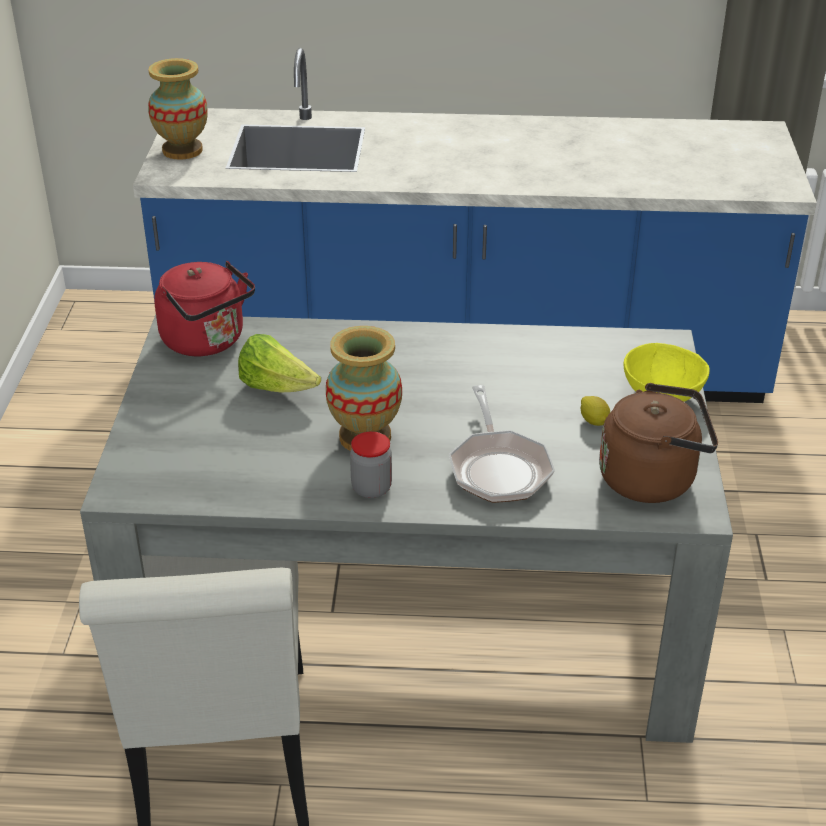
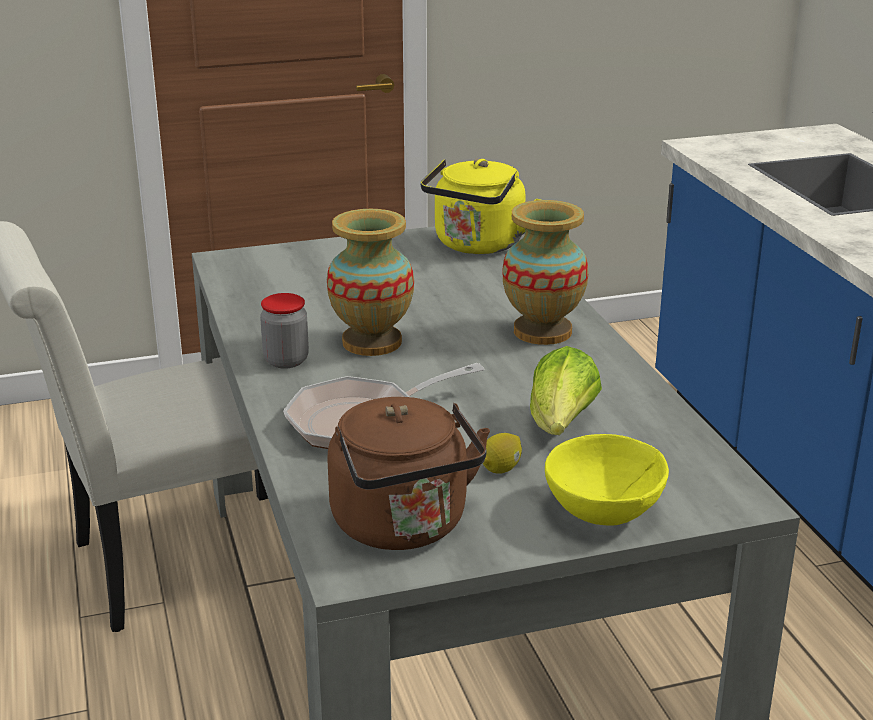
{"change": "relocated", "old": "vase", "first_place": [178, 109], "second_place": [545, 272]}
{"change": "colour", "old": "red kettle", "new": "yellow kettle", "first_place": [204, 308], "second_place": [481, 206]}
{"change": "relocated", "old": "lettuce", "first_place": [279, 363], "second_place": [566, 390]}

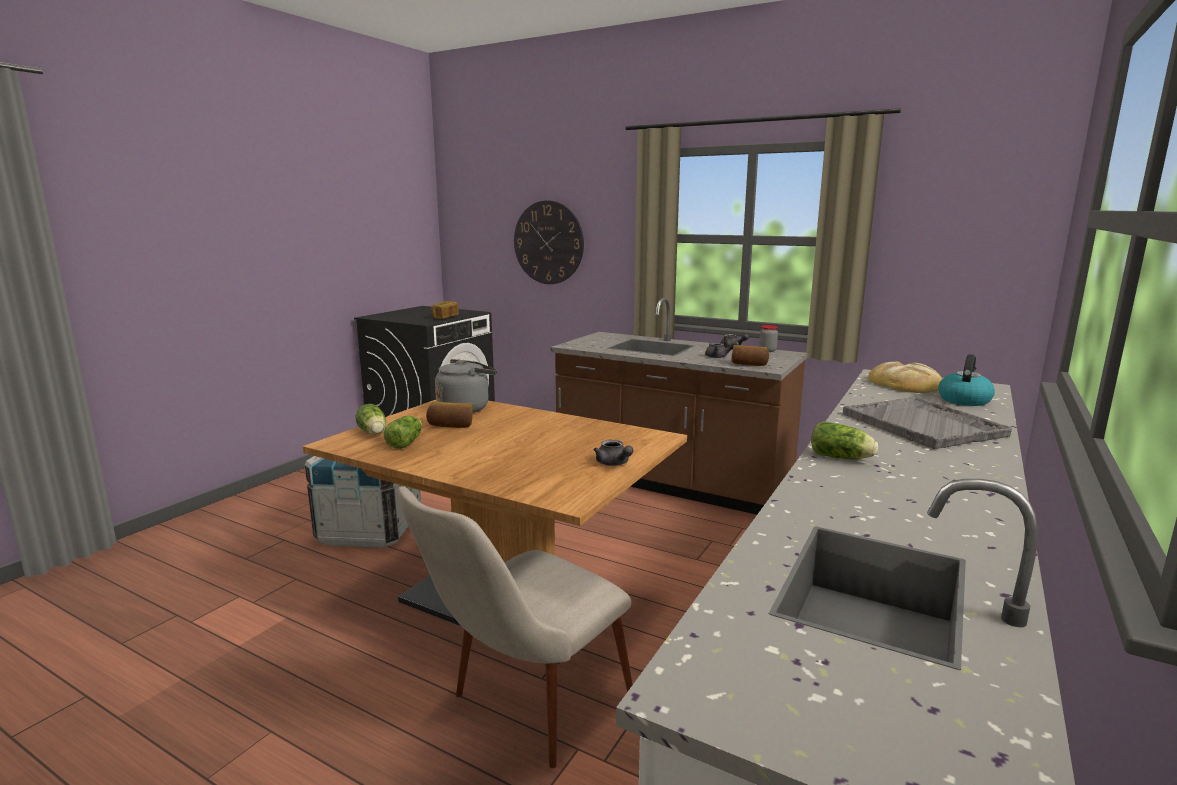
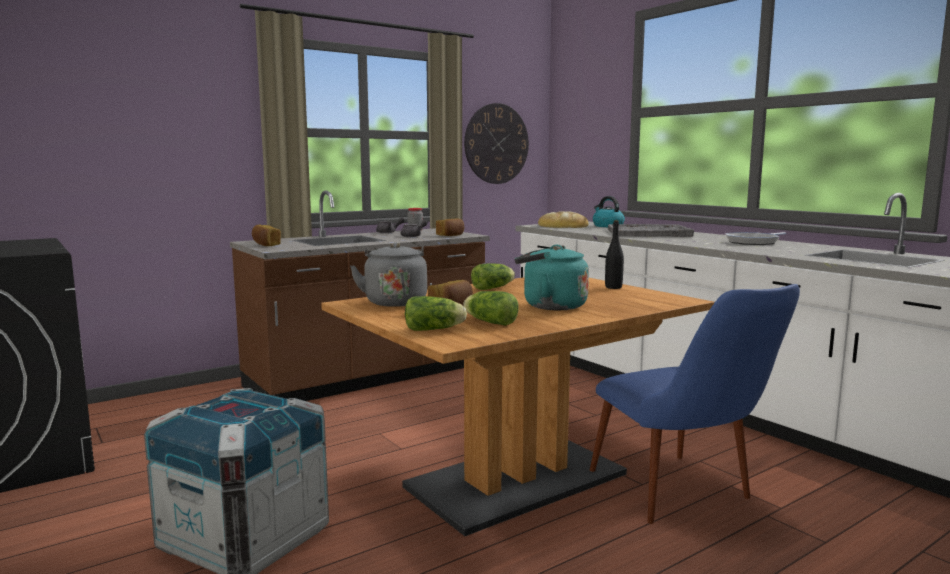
{"change": "relocated", "old": "wall clock", "first_place": [549, 242], "second_place": [496, 143]}
{"change": "relocated", "old": "bread", "first_place": [445, 310], "second_place": [266, 235]}
{"change": "relocated", "old": "lettuce", "first_place": [844, 440], "second_place": [493, 276]}
{"change": "exchanged", "old": "grey teapot", "new": "black bottle", "first_place": [613, 453], "second_place": [614, 254]}
{"change": "colour", "old": "beige chair", "new": "blue chair", "first_place": [515, 627], "second_place": [695, 404]}
{"change": "appeared", "new": "frying pan", "second_place": [755, 238]}
{"change": "appeared", "new": "turquoise kettle", "second_place": [552, 277]}

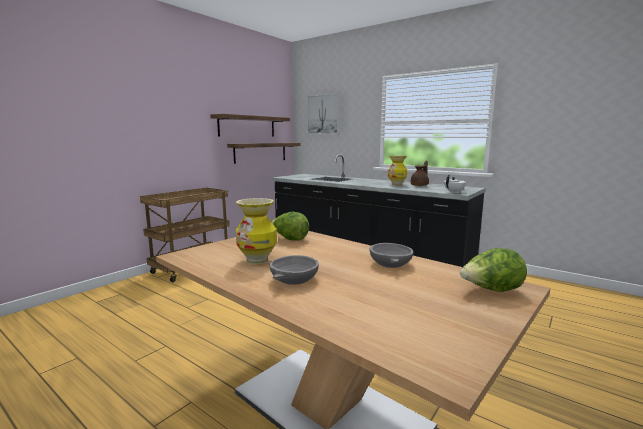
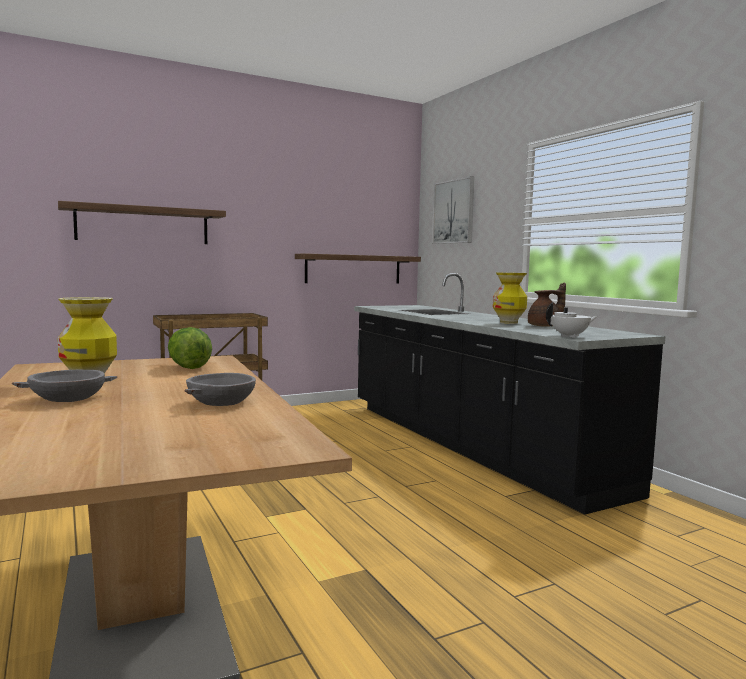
{"change": "relocated", "old": "shelf", "first_place": [250, 125], "second_place": [142, 222]}
{"change": "missing", "old": "lettuce", "first_place": [493, 270]}

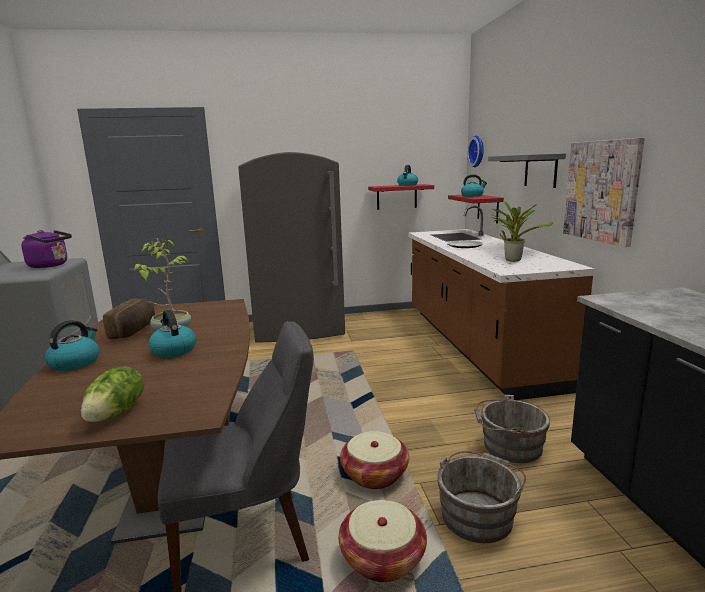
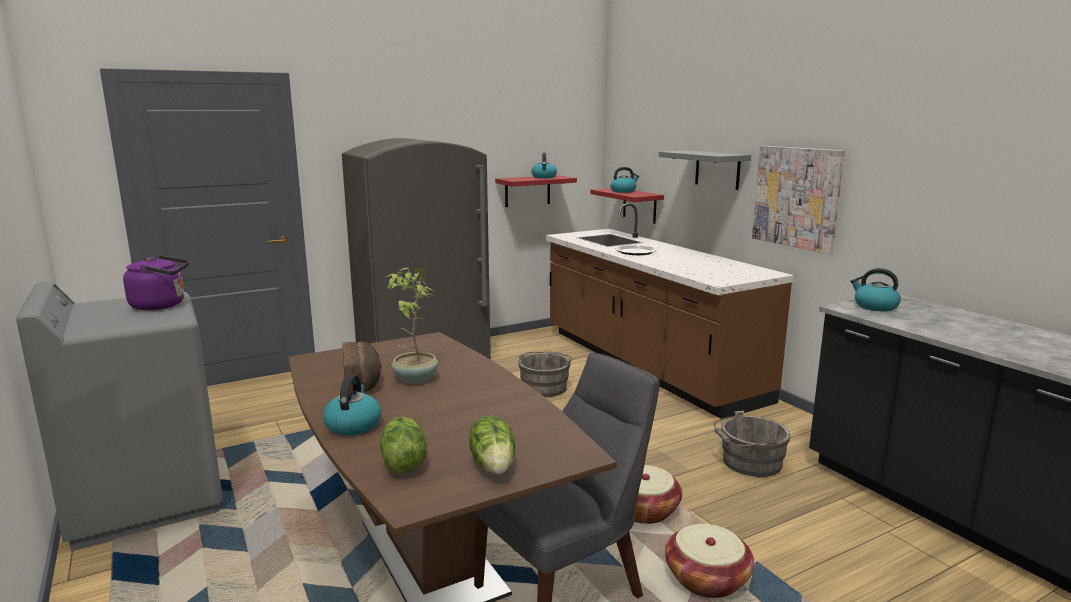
{"change": "missing", "old": "wall clock", "first_place": [475, 151]}
{"change": "missing", "old": "potted plant", "first_place": [522, 231]}
{"change": "relocated", "old": "kettle", "first_place": [172, 334], "second_place": [875, 290]}
{"change": "relocated", "old": "grey bucket", "first_place": [481, 497], "second_place": [545, 374]}
{"change": "appeared", "new": "lettuce", "second_place": [403, 445]}

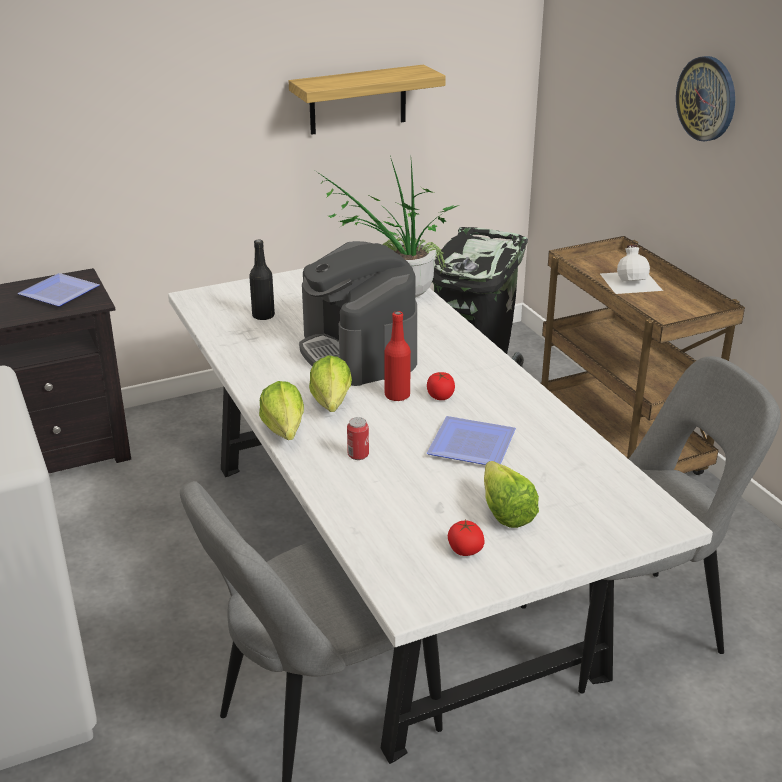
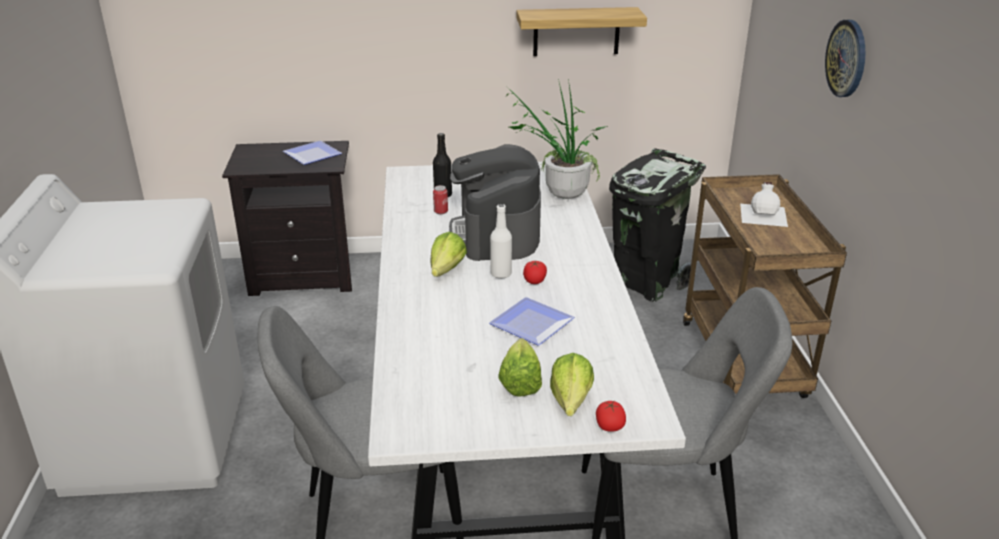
{"change": "colour", "old": "red bottle", "new": "white bottle", "first_place": [397, 356], "second_place": [501, 241]}
{"change": "relocated", "old": "lettuce", "first_place": [281, 410], "second_place": [572, 384]}
{"change": "relocated", "old": "can", "first_place": [358, 438], "second_place": [440, 199]}
{"change": "relocated", "old": "tomato", "first_place": [466, 538], "second_place": [611, 416]}

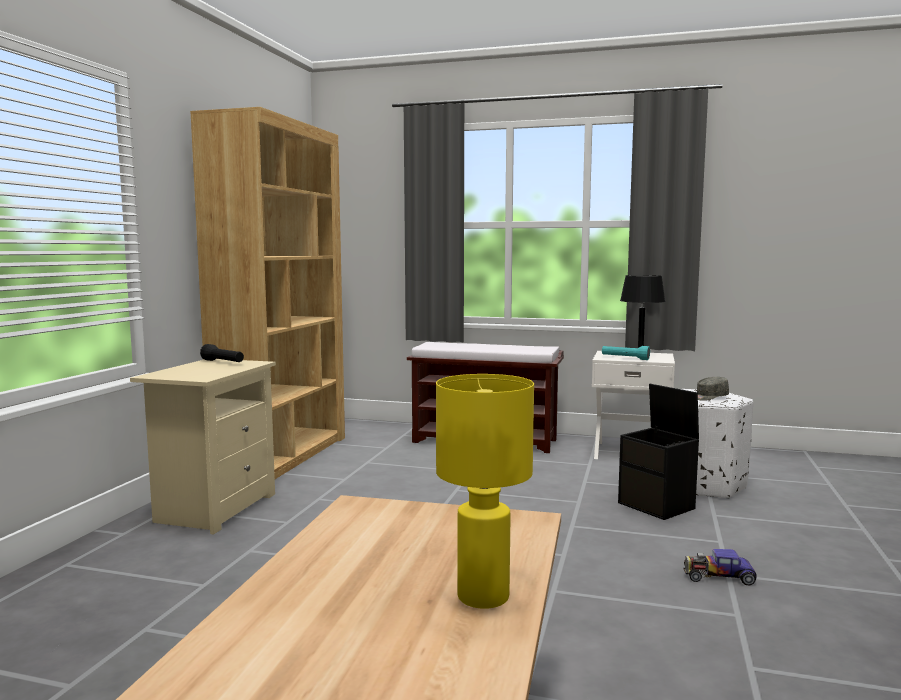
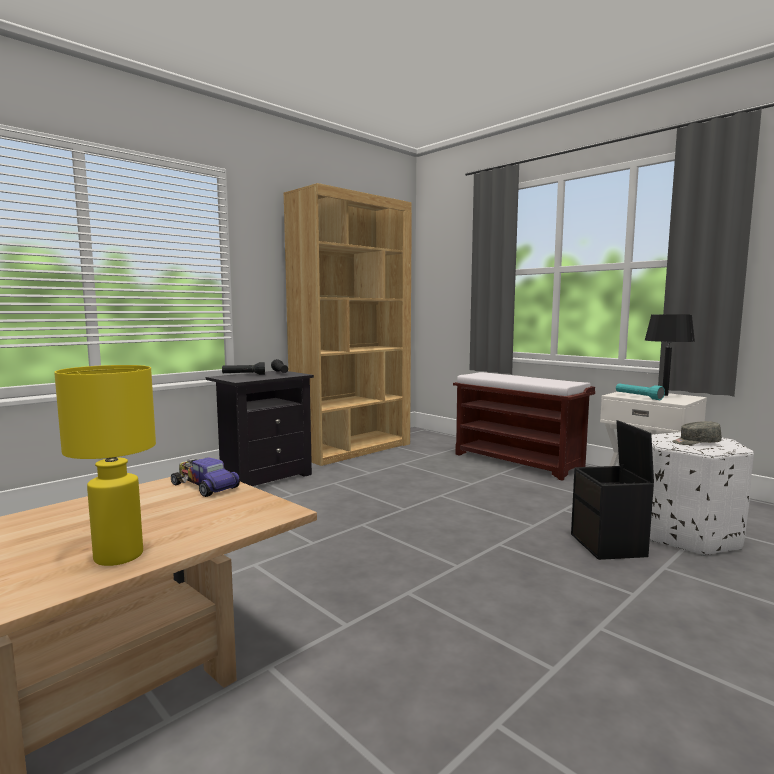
{"change": "colour", "old": "beige nightstand", "new": "black nightstand", "first_place": [203, 446], "second_place": [260, 428]}
{"change": "relocated", "old": "toy car", "first_place": [720, 567], "second_place": [205, 477]}
{"change": "appeared", "new": "black flashlight", "second_place": [243, 368]}

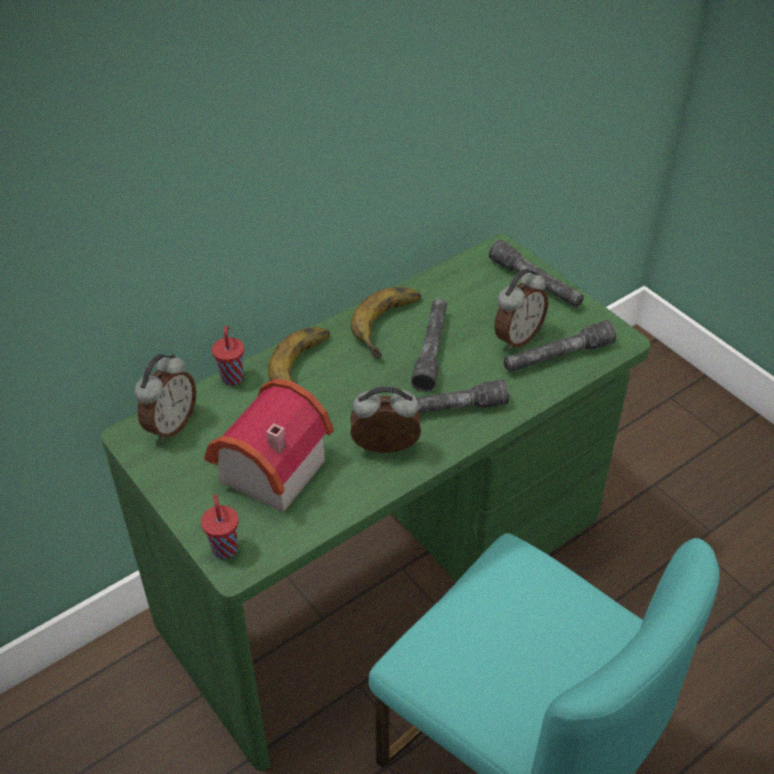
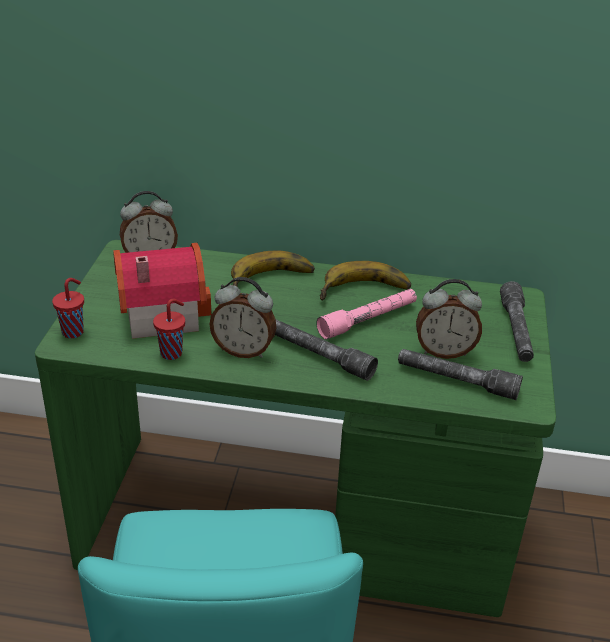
{"change": "colour", "old": "grey flashlight", "new": "pink flashlight", "first_place": [429, 345], "second_place": [367, 314]}
{"change": "relocated", "old": "red cup", "first_place": [228, 356], "second_place": [169, 329]}
{"change": "spun", "old": "alarm clock", "first_place": [385, 419], "second_place": [243, 317], "degrees": 150}

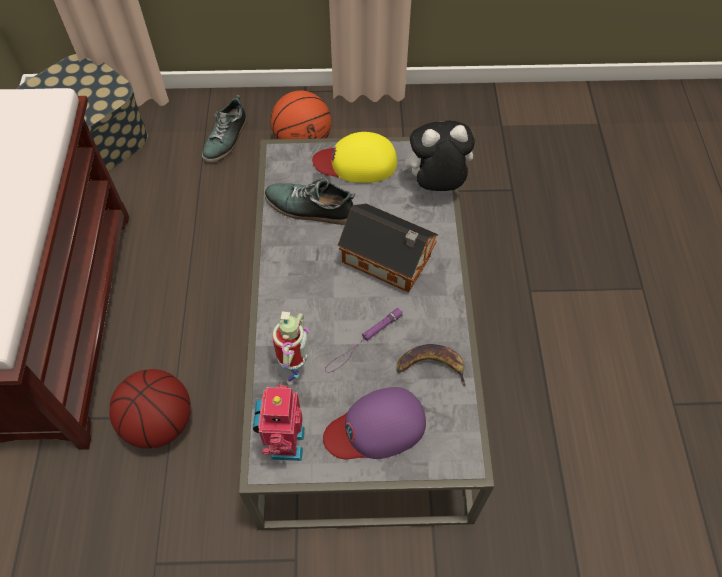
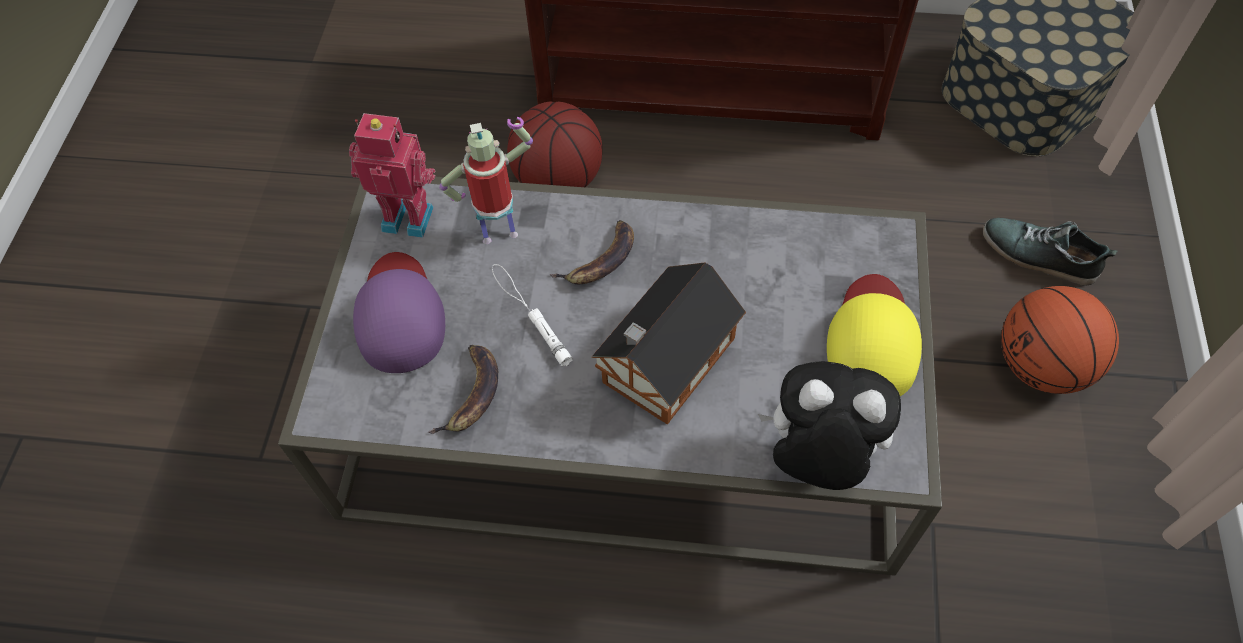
{"change": "spun", "old": "plush toy", "first_place": [437, 155], "second_place": [829, 425], "degrees": -75}
{"change": "missing", "old": "shoe", "first_place": [310, 201]}
{"change": "colour", "old": "purple flashlight", "new": "white flashlight", "first_place": [363, 340], "second_place": [532, 315]}
{"change": "spun", "old": "toy robot", "first_place": [290, 348], "second_place": [486, 180], "degrees": 150}
{"change": "appeared", "new": "banana", "second_place": [591, 252]}

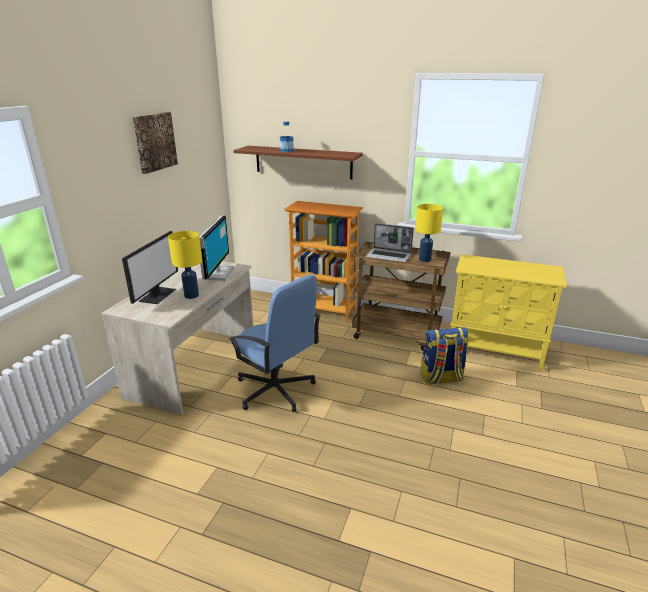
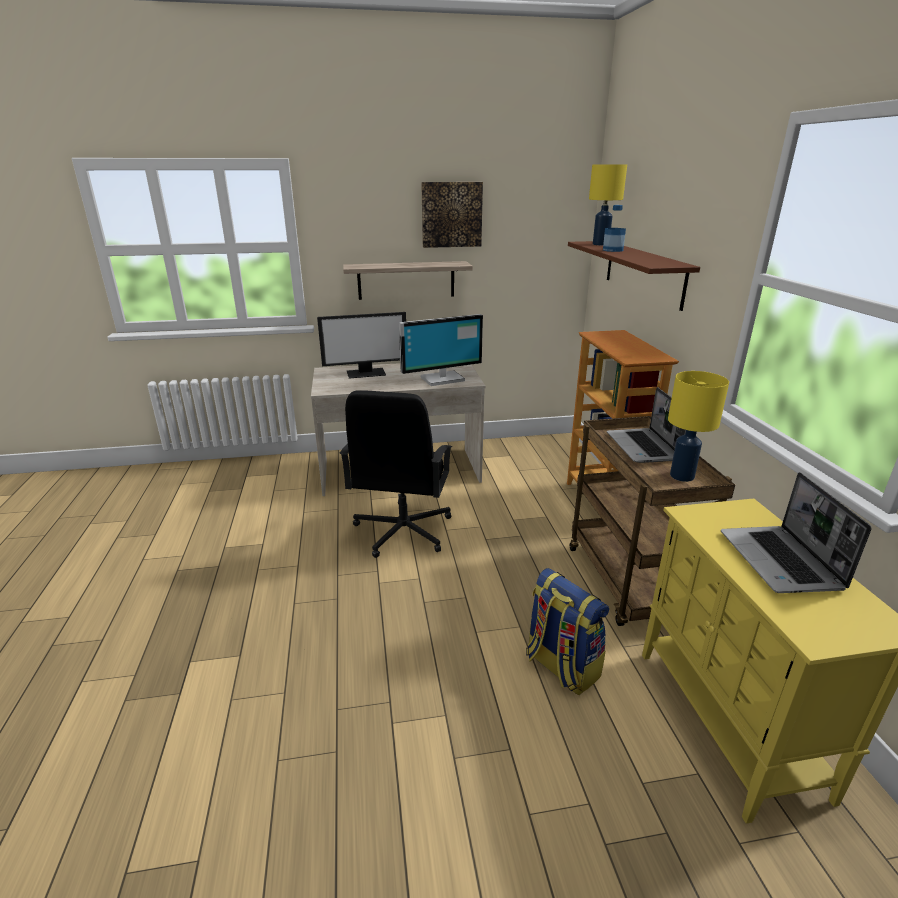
{"change": "relocated", "old": "yellow table lamp", "first_place": [185, 265], "second_place": [608, 204]}
{"change": "colour", "old": "blue office chair", "new": "black office chair", "first_place": [275, 343], "second_place": [396, 474]}
{"change": "appeared", "new": "shelf", "second_place": [408, 280]}
{"change": "appeared", "new": "laptop", "second_place": [796, 532]}

